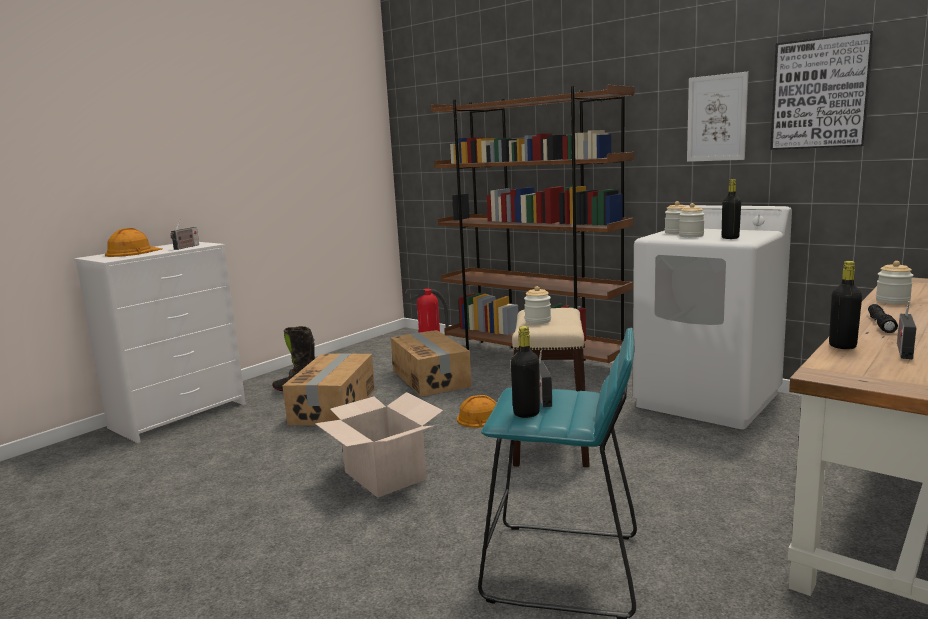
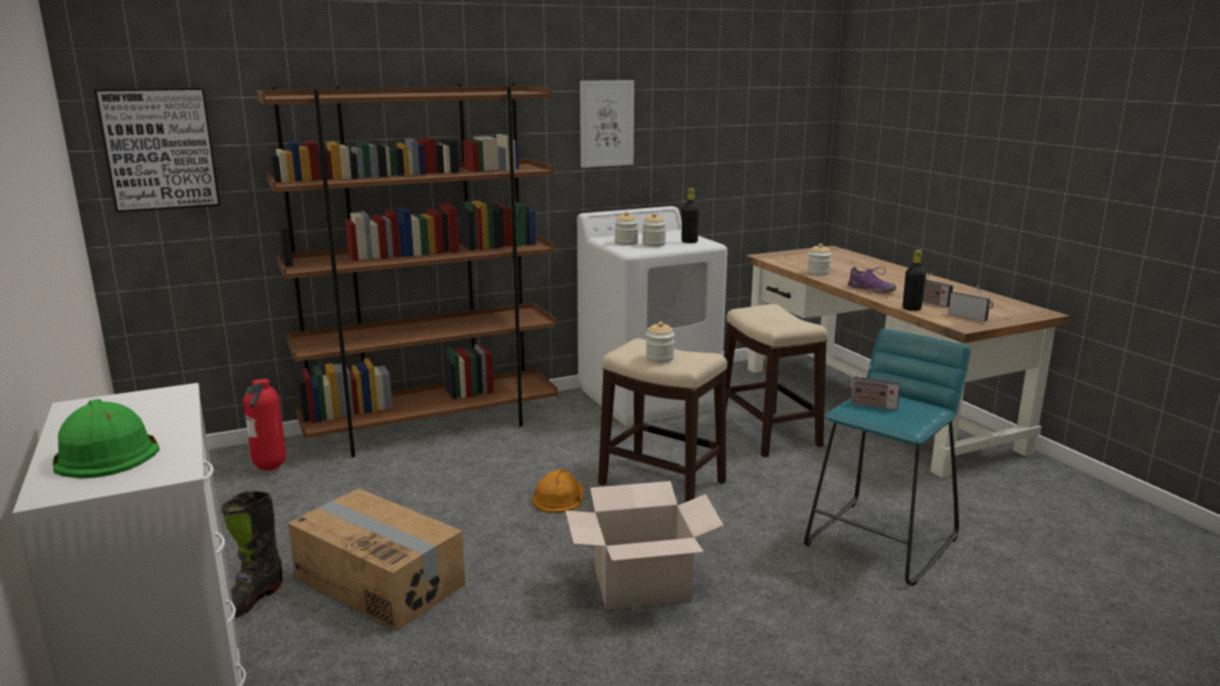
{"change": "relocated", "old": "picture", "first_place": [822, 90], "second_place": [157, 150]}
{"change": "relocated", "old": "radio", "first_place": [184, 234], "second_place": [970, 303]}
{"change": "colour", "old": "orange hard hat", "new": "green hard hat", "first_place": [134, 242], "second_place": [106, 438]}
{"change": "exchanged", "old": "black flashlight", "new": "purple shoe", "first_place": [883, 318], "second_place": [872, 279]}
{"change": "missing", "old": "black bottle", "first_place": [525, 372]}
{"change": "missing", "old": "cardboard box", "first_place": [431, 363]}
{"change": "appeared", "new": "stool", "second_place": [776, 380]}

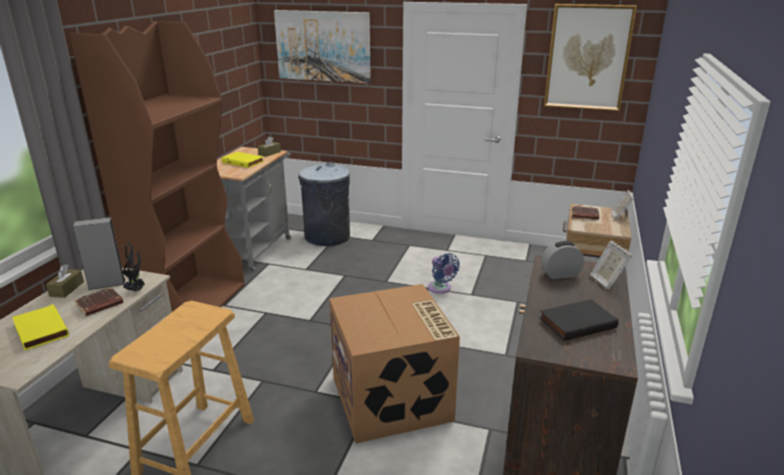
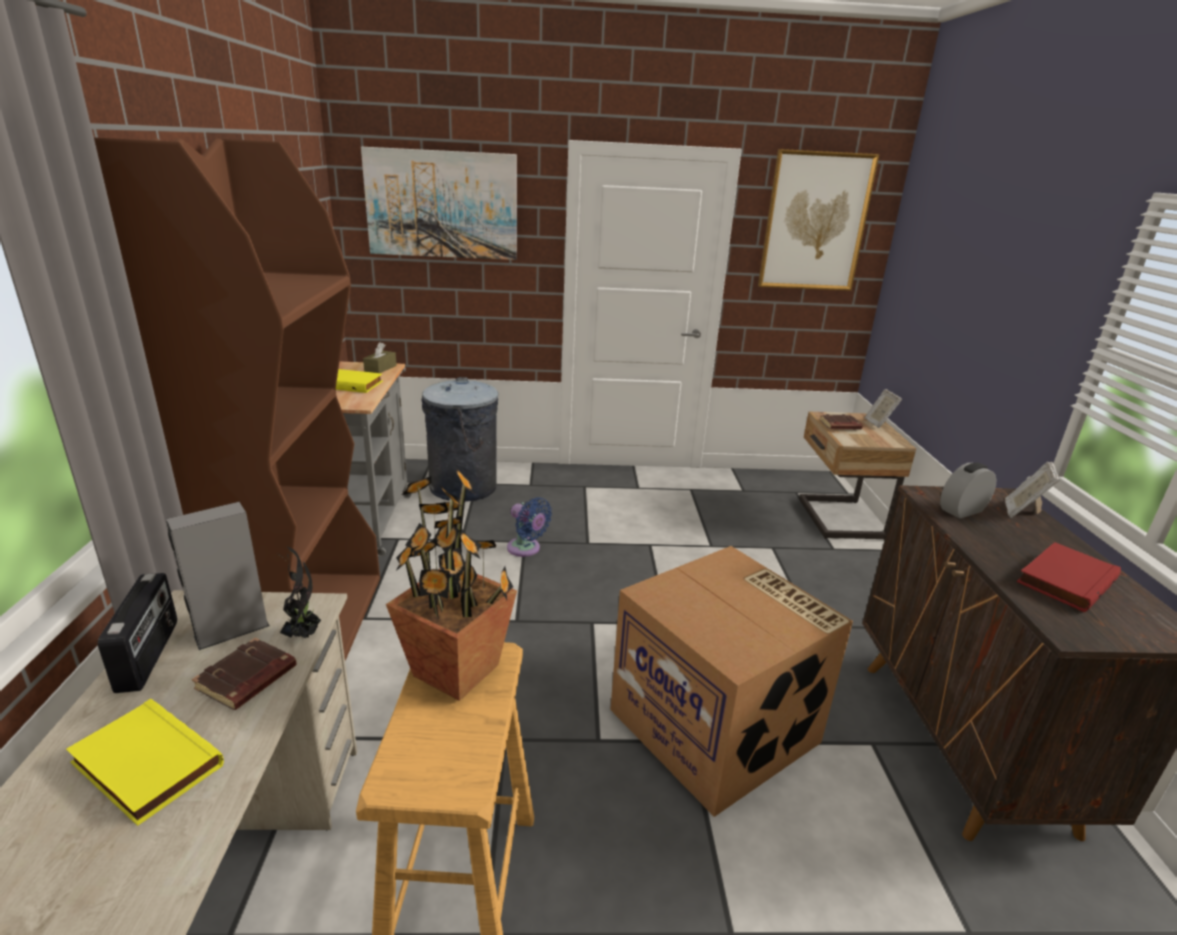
{"change": "spun", "old": "picture frame", "first_place": [611, 265], "second_place": [1032, 489], "degrees": 60}
{"change": "relocated", "old": "blue fan", "first_place": [444, 273], "second_place": [529, 527]}
{"change": "exchanged", "old": "brown tissue box", "new": "radio", "first_place": [65, 281], "second_place": [137, 633]}
{"change": "colour", "old": "black book", "new": "red book", "first_place": [578, 320], "second_place": [1069, 577]}
{"change": "appeared", "new": "potted plant", "second_place": [451, 584]}

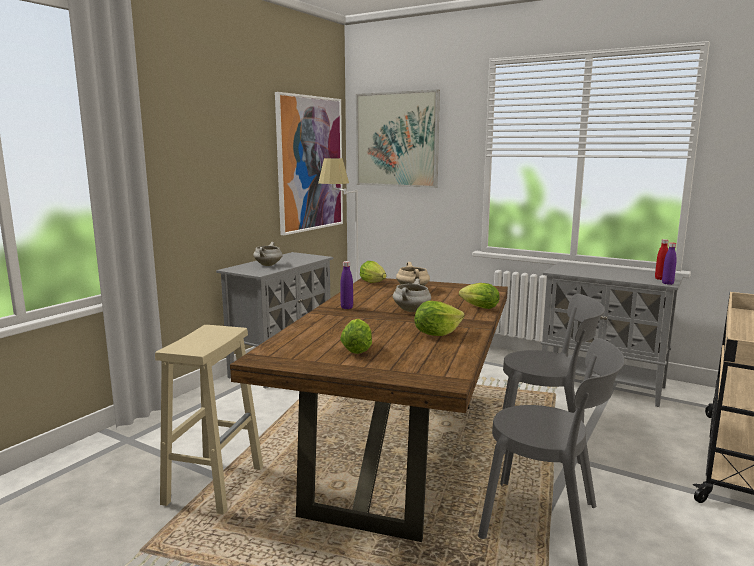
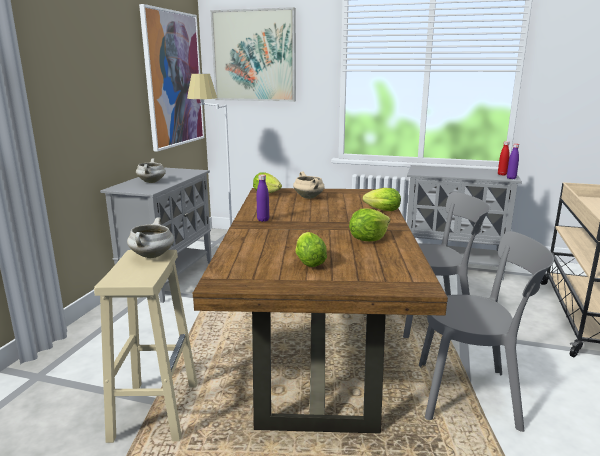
{"change": "relocated", "old": "white cooking pot", "first_place": [412, 295], "second_place": [150, 238]}

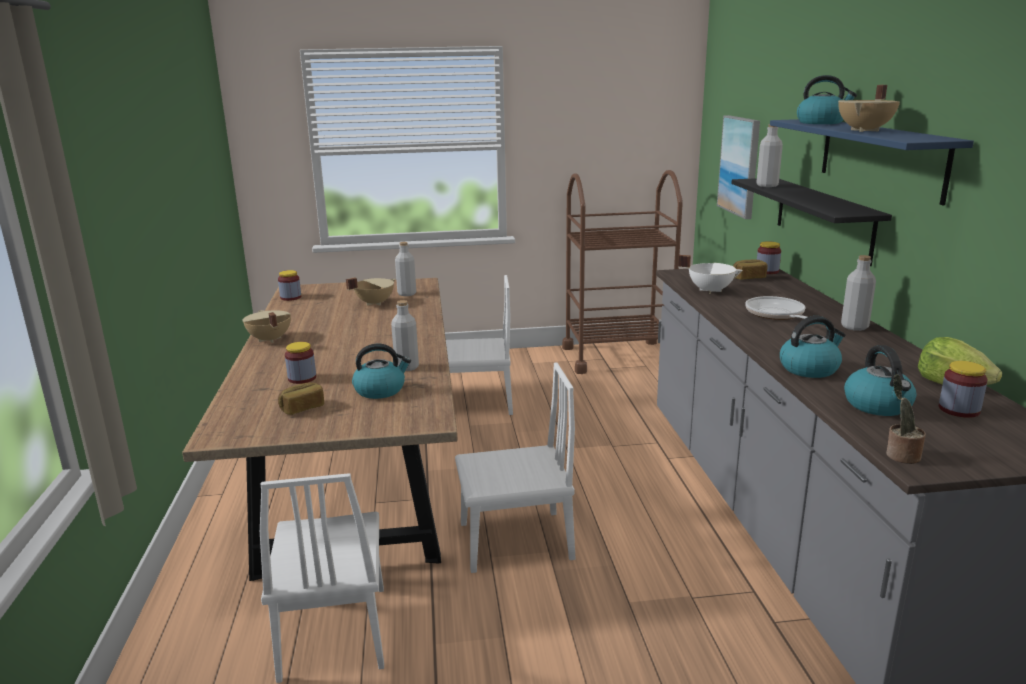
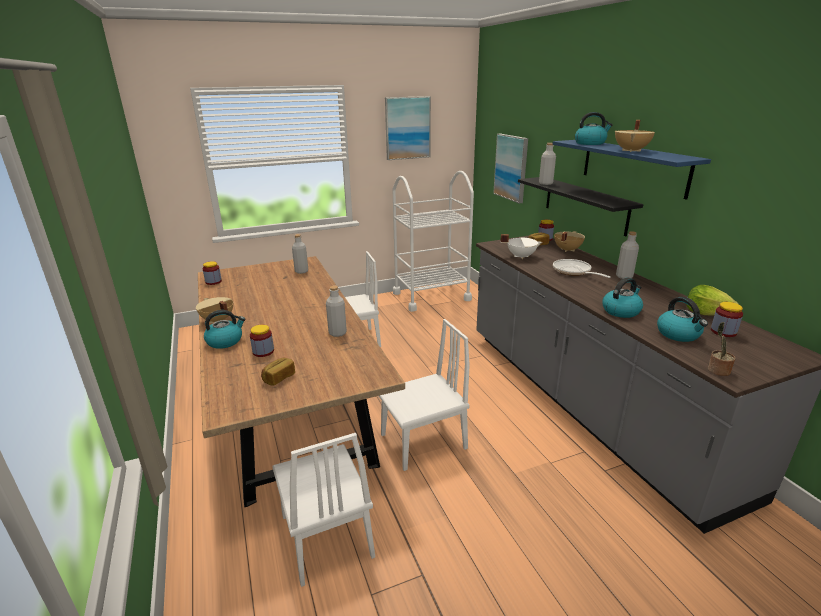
{"change": "colour", "old": "brown cart", "new": "white cart", "first_place": [622, 272], "second_place": [433, 241]}
{"change": "relocated", "old": "beige cooking pot", "first_place": [370, 291], "second_place": [569, 241]}
{"change": "relocated", "old": "kettle", "first_place": [381, 371], "second_place": [224, 329]}
{"change": "appeared", "new": "picture", "second_place": [408, 128]}

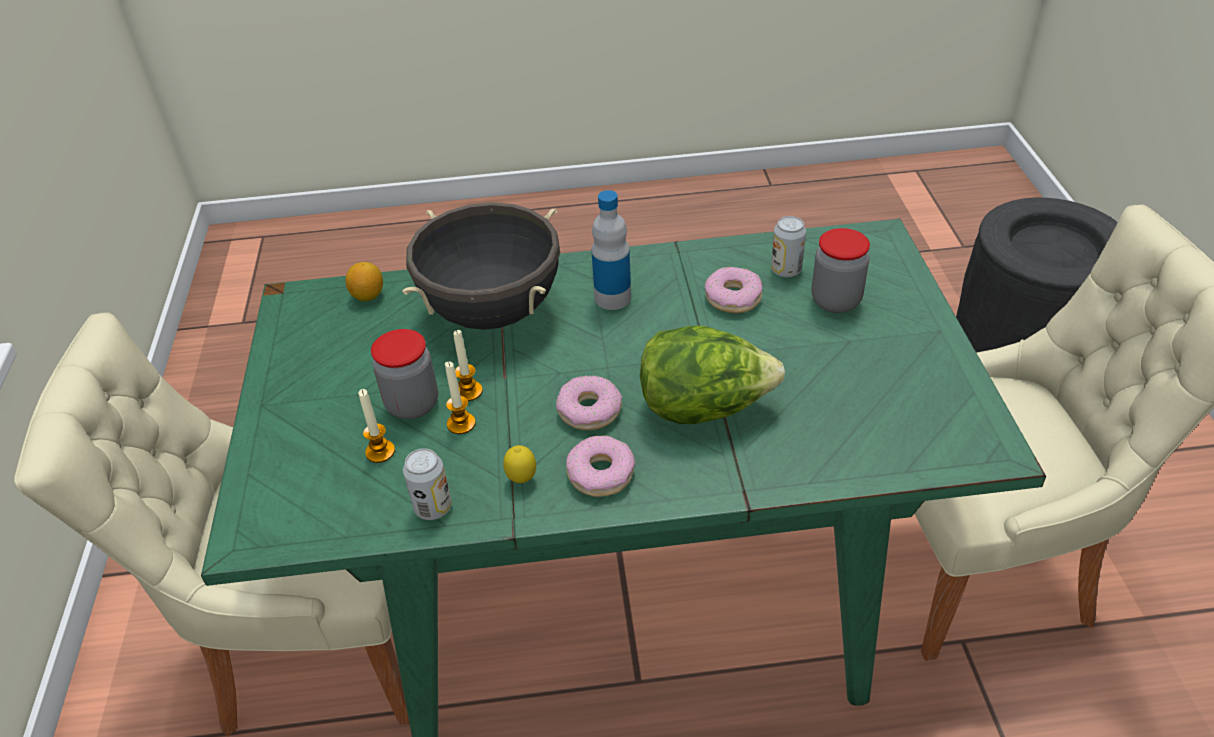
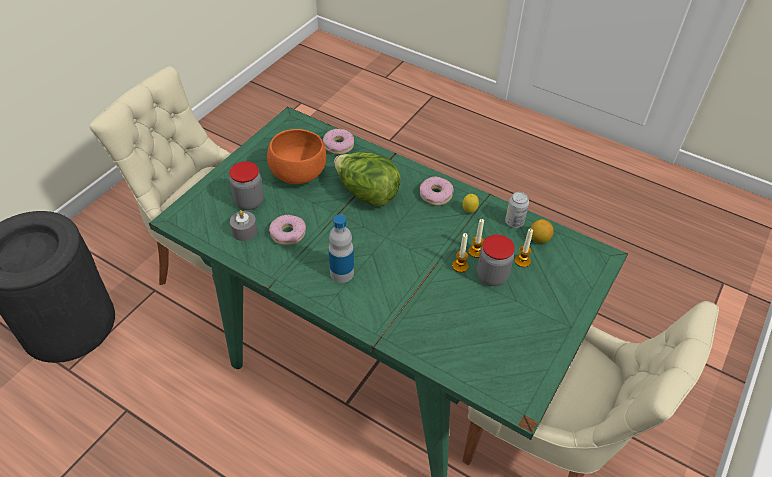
{"change": "missing", "old": "black cooking pot", "first_place": [481, 266]}
{"change": "exchanged", "old": "can", "new": "grey candle", "first_place": [788, 247], "second_place": [243, 225]}
{"change": "relocated", "old": "lemon", "first_place": [364, 281], "second_place": [542, 231]}
{"change": "relocated", "old": "donut", "first_place": [589, 402], "second_place": [338, 141]}
{"change": "appeared", "new": "orange bowl", "second_place": [296, 156]}

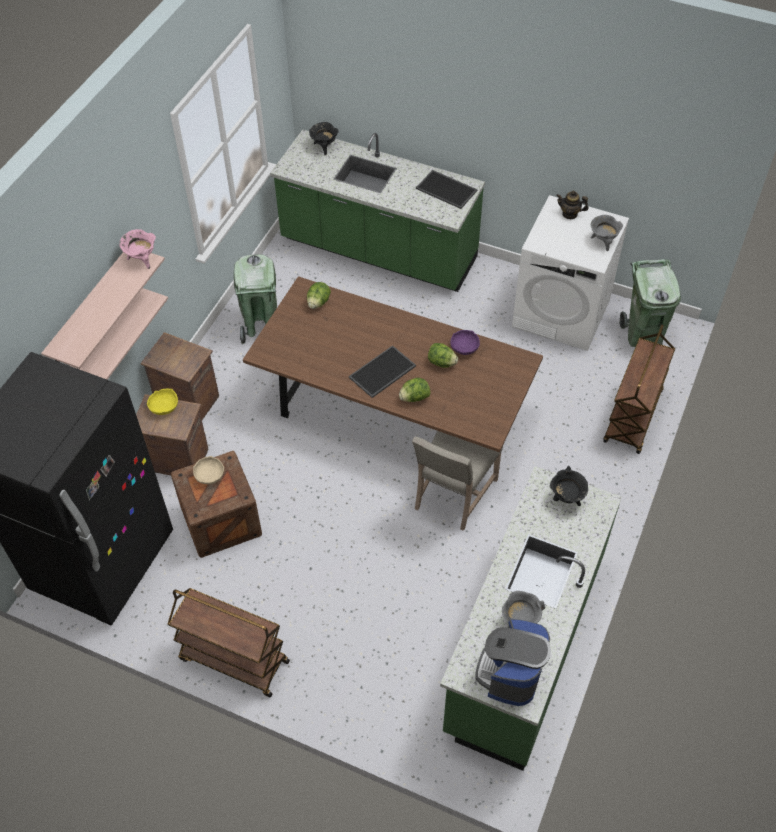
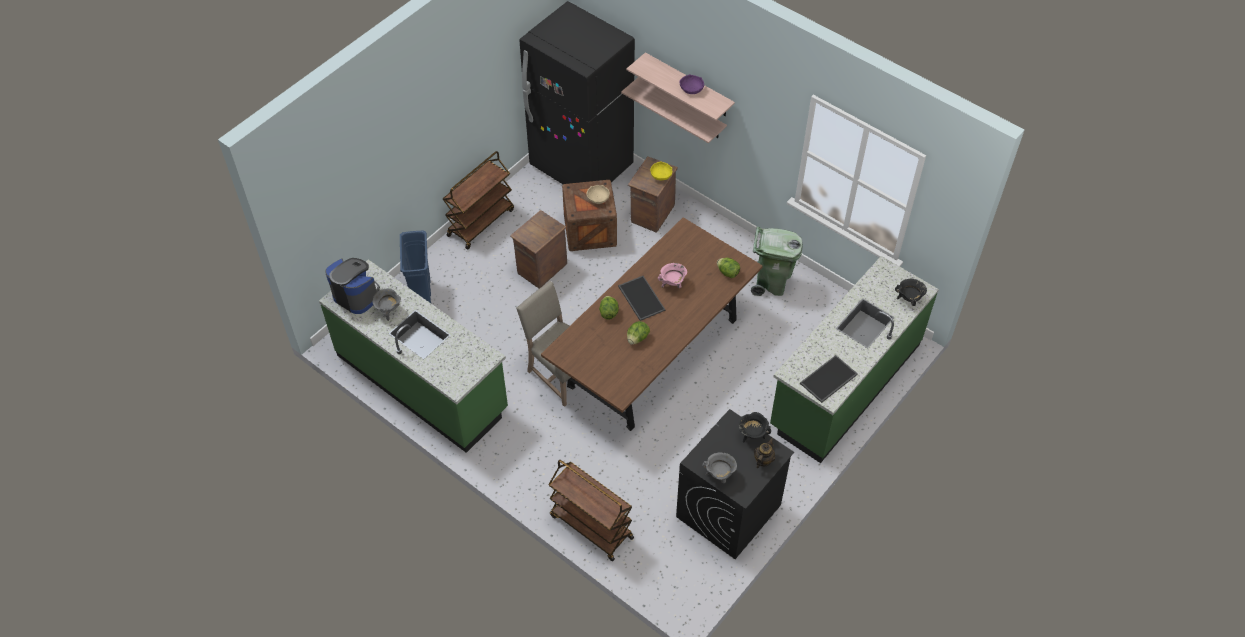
{"change": "colour", "old": "white washing machine", "new": "black washing machine", "first_place": [570, 273], "second_place": [735, 484]}
{"change": "relocated", "old": "pink cooking pot", "first_place": [137, 249], "second_place": [672, 275]}
{"change": "missing", "old": "green trash can", "first_place": [650, 303]}
{"change": "relocated", "old": "purple bowl", "first_place": [465, 342], "second_place": [691, 84]}
{"change": "relocated", "old": "crate", "first_place": [180, 376], "second_place": [538, 249]}
{"change": "relocated", "old": "black cooking pot", "first_place": [569, 486], "second_place": [754, 427]}
{"change": "appeared", "new": "blue trash can", "second_place": [415, 267]}

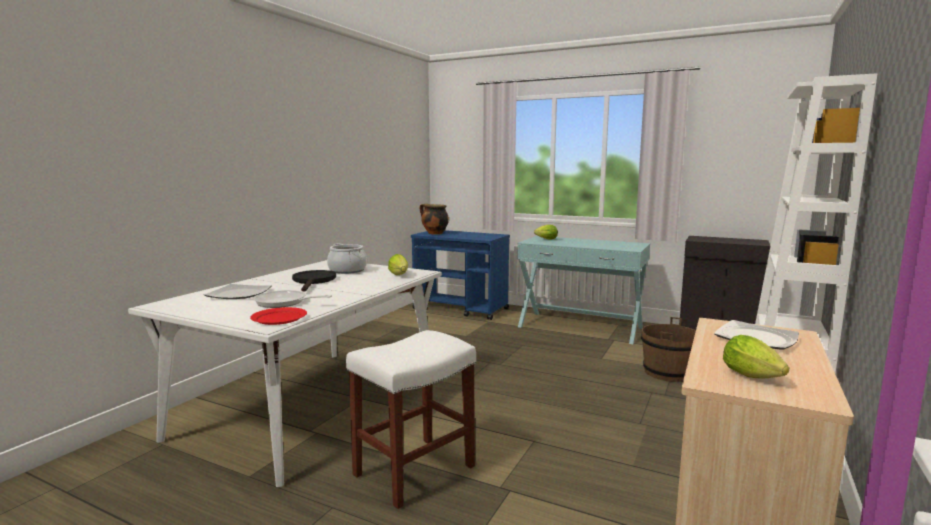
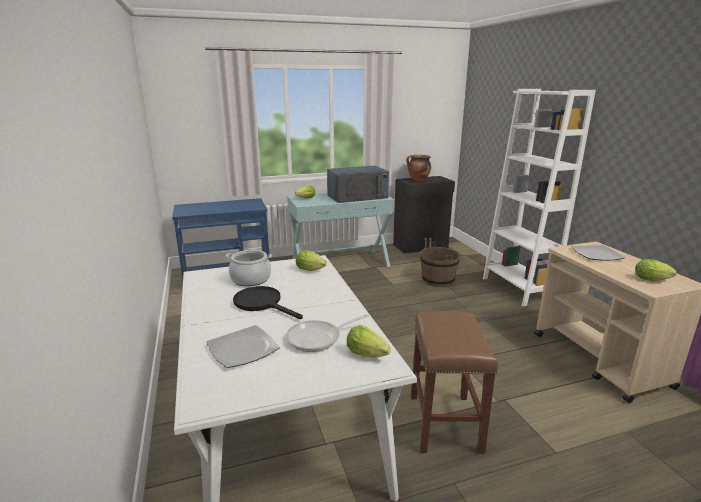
{"change": "relocated", "old": "cooking pot", "first_place": [434, 219], "second_place": [418, 168]}
{"change": "exchanged", "old": "red plate", "new": "lettuce", "first_place": [278, 316], "second_place": [369, 341]}
{"change": "colour", "old": "white stool", "new": "brown stool", "first_place": [411, 419], "second_place": [454, 382]}
{"change": "appeared", "new": "blue microwave", "second_place": [358, 184]}

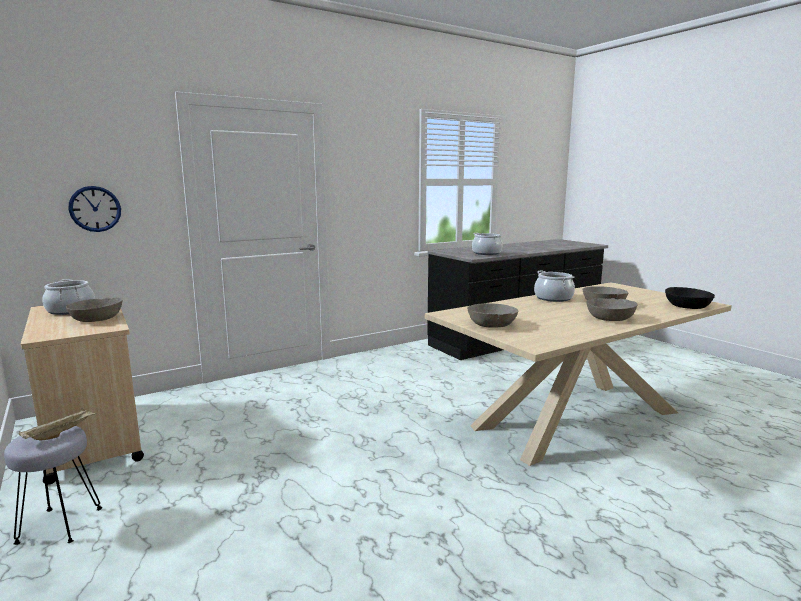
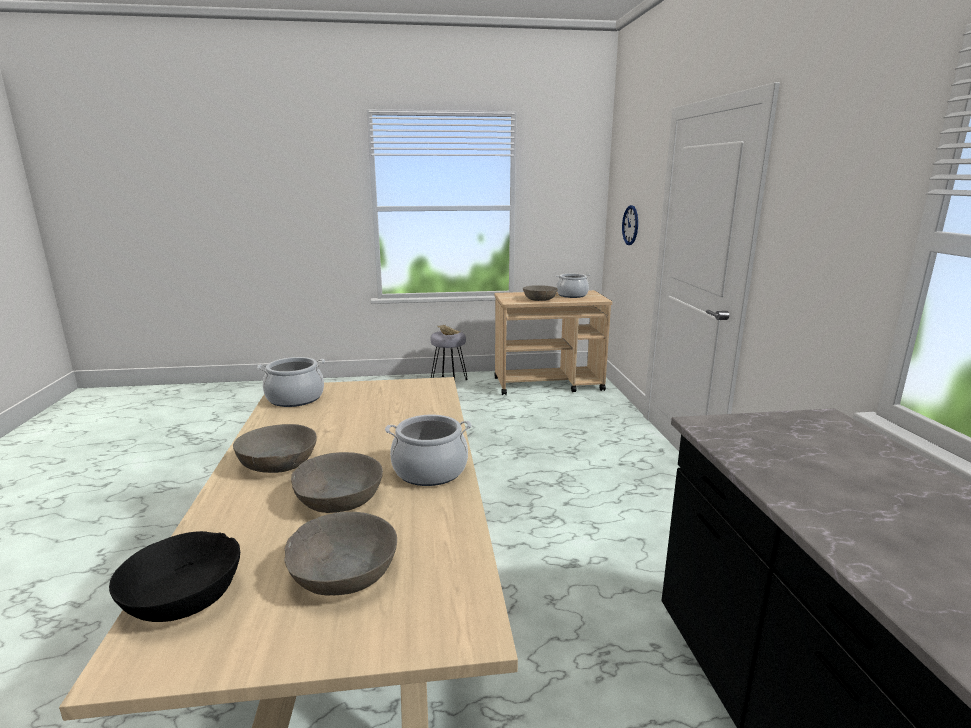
{"change": "relocated", "old": "cooking pot", "first_place": [487, 244], "second_place": [291, 382]}
{"change": "relocated", "old": "grey bowl", "first_place": [492, 315], "second_place": [340, 554]}

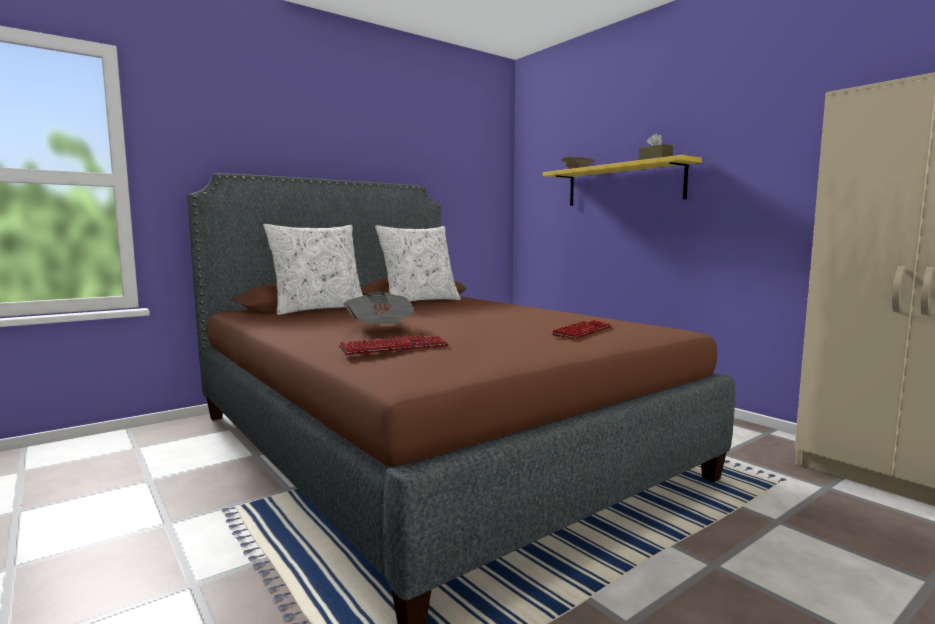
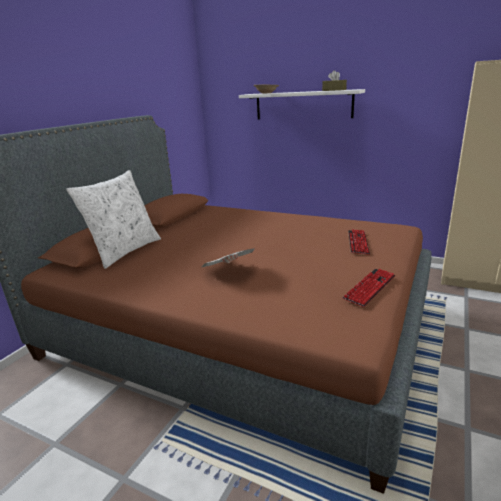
{"change": "colour", "old": "yellow shelf", "new": "white shelf", "first_place": [622, 180], "second_place": [302, 104]}
{"change": "missing", "old": "white pillow", "first_place": [418, 263]}
{"change": "relocated", "old": "keyboard", "first_place": [394, 345], "second_place": [369, 288]}

